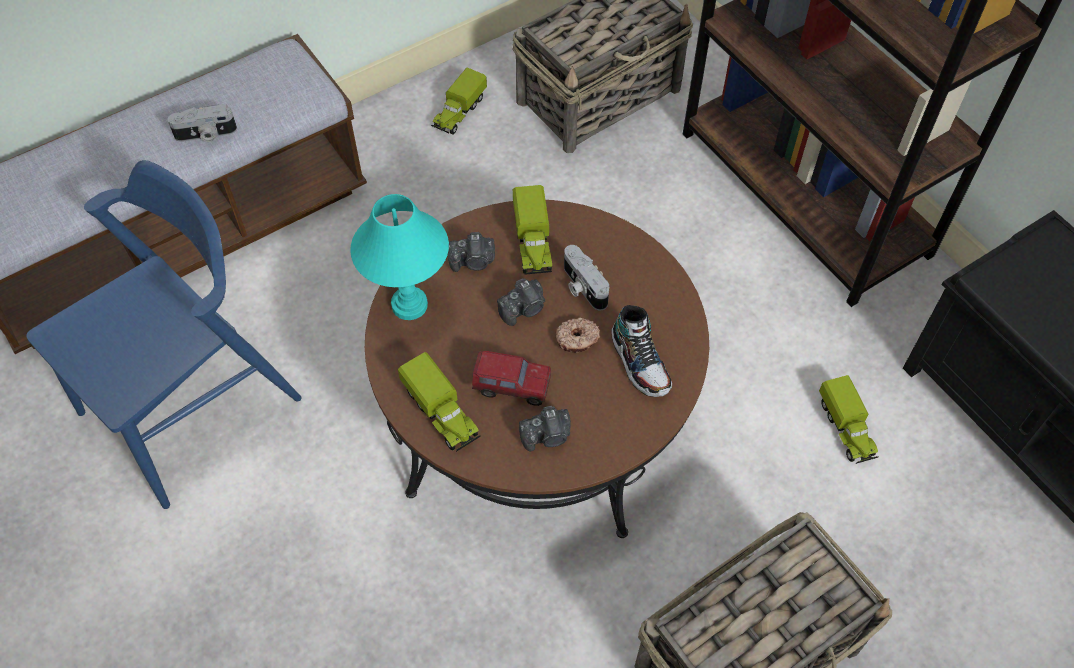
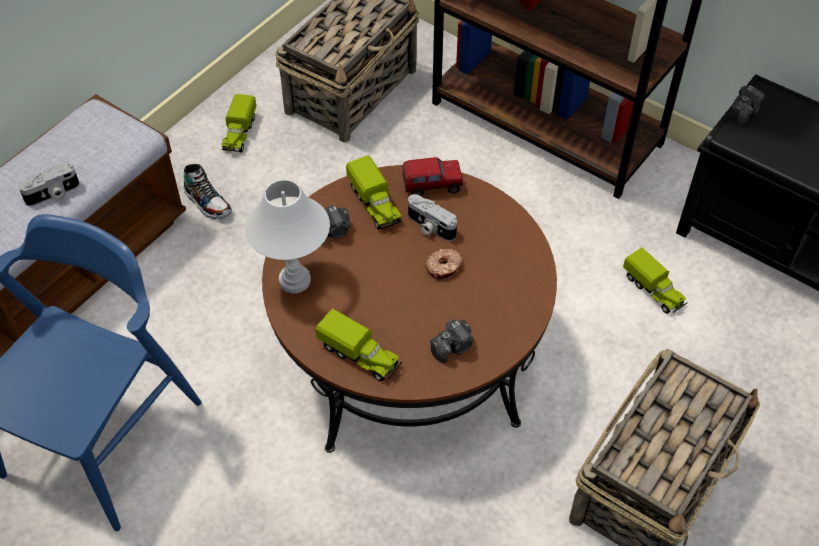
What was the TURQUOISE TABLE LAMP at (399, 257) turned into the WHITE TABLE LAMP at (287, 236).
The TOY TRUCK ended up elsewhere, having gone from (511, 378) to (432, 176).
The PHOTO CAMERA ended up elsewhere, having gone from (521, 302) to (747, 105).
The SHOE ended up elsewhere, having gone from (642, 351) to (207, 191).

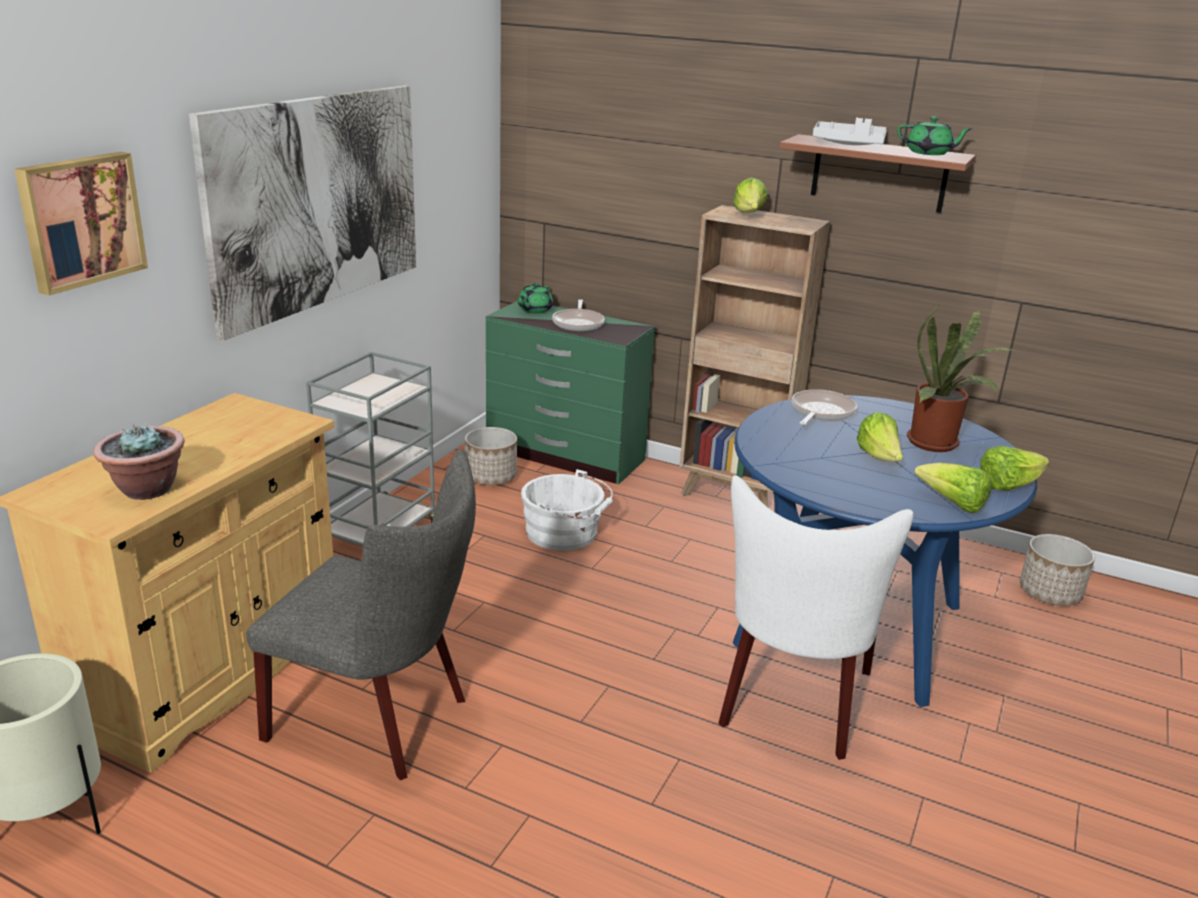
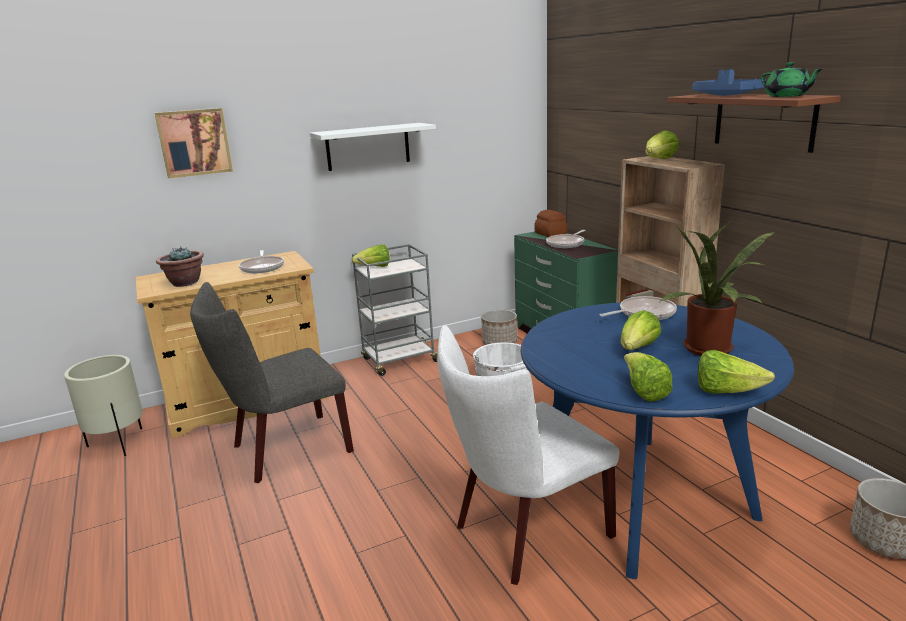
Where the PICTURE hung at (302, 213), the WHITE SHELF came to hang at (373, 147).
The GREY CHAIR at (361, 614) ended up facing another way, 90 degrees clockwise from before.
Where the GREEN TEAPOT stood at (535, 298), the BREAD came to stand at (550, 223).
What was the GREY TRAY at (850, 131) turned into the BLUE TRAY at (729, 82).
The second view gained the FRYING PAN at (261, 262).
The second view gained the LETTUCE at (371, 255).

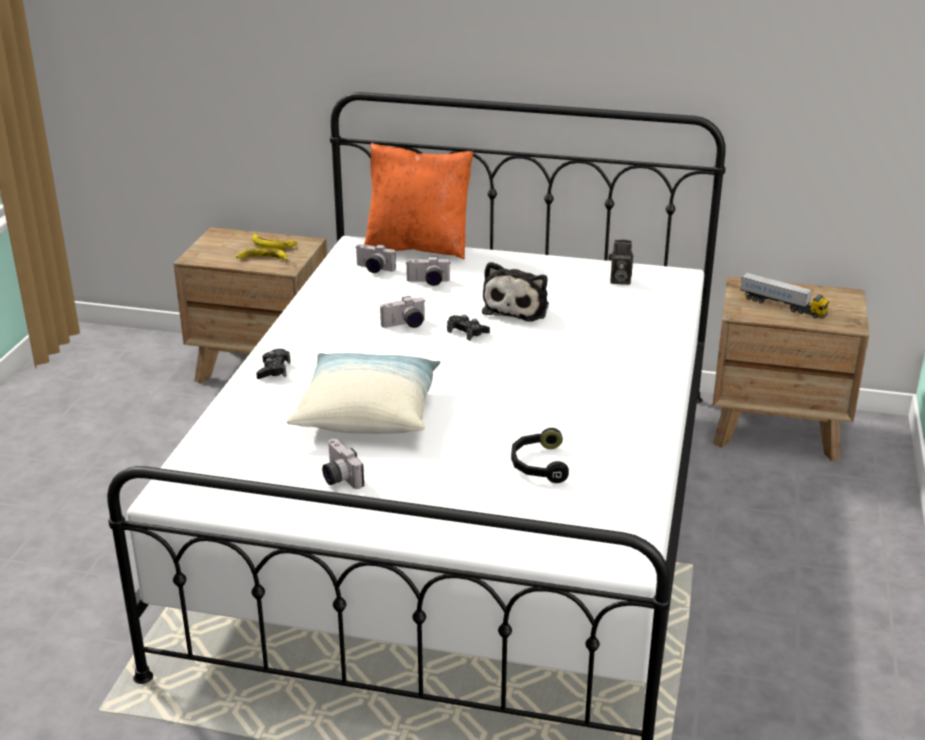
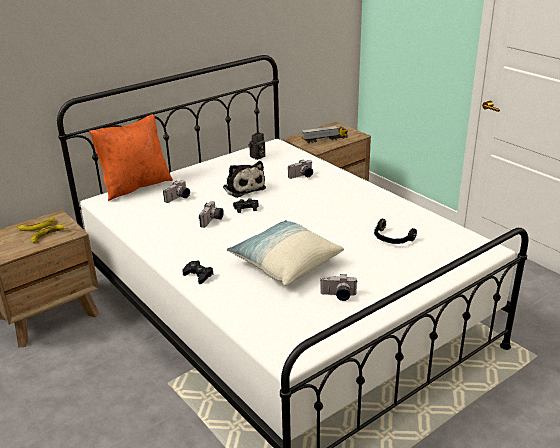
The PHOTO CAMERA ended up elsewhere, having gone from (376, 258) to (300, 169).

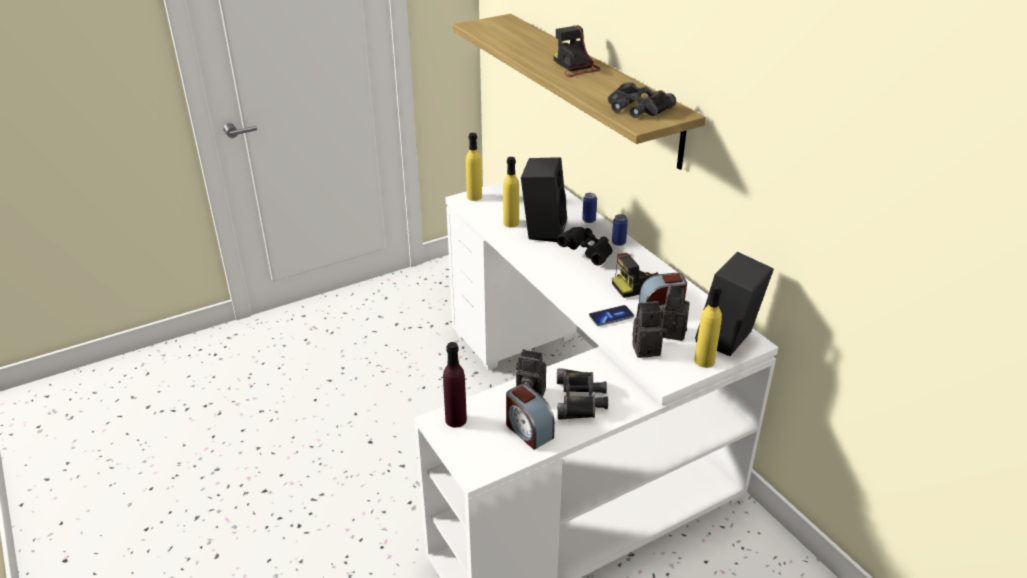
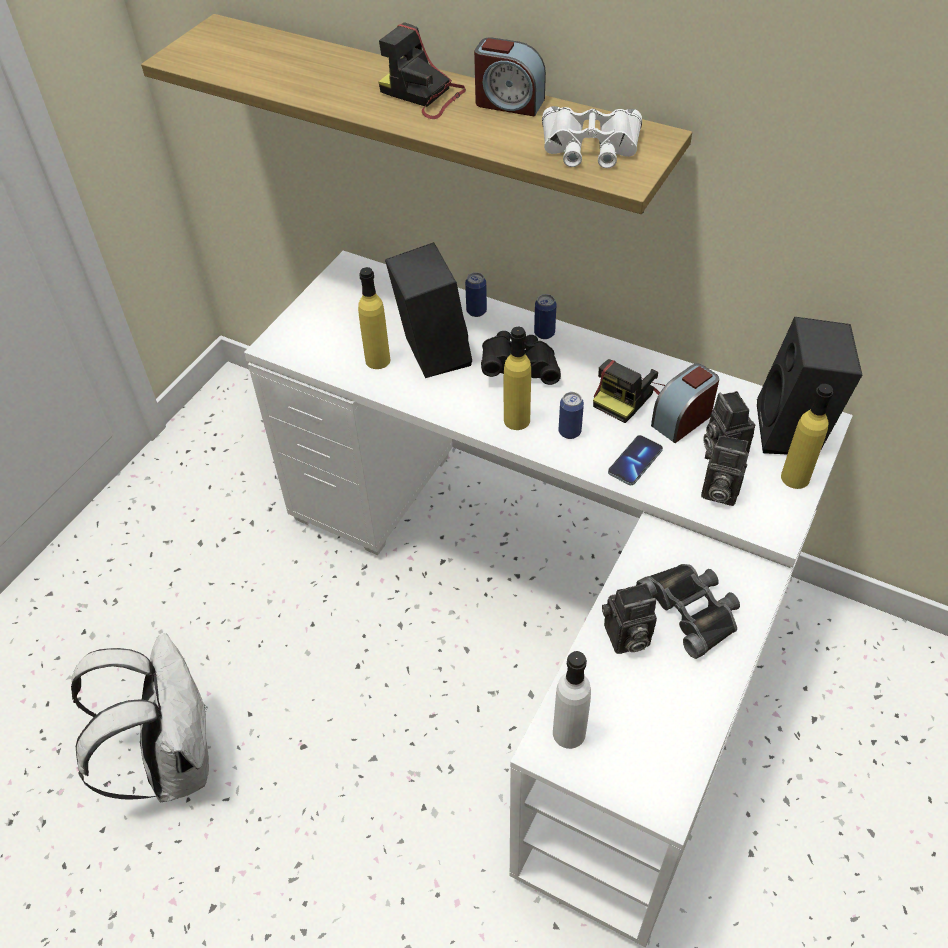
What was the PURPLE BOTTLE at (455, 384) turned into the WHITE BOTTLE at (572, 700).
The YELLOW BOTTLE ended up elsewhere, having gone from (474, 167) to (517, 378).
The ALARM CLOCK ended up elsewhere, having gone from (530, 417) to (510, 76).
What was the BLACK BINOCULARS at (642, 100) turned into the WHITE BINOCULARS at (592, 137).
The PHOTO CAMERA at (649, 329) ended up facing another way, 120 degrees counterclockwise from before.
The second view gained the WHITE BACKPACK at (140, 717).
The second view gained the CAN at (571, 415).

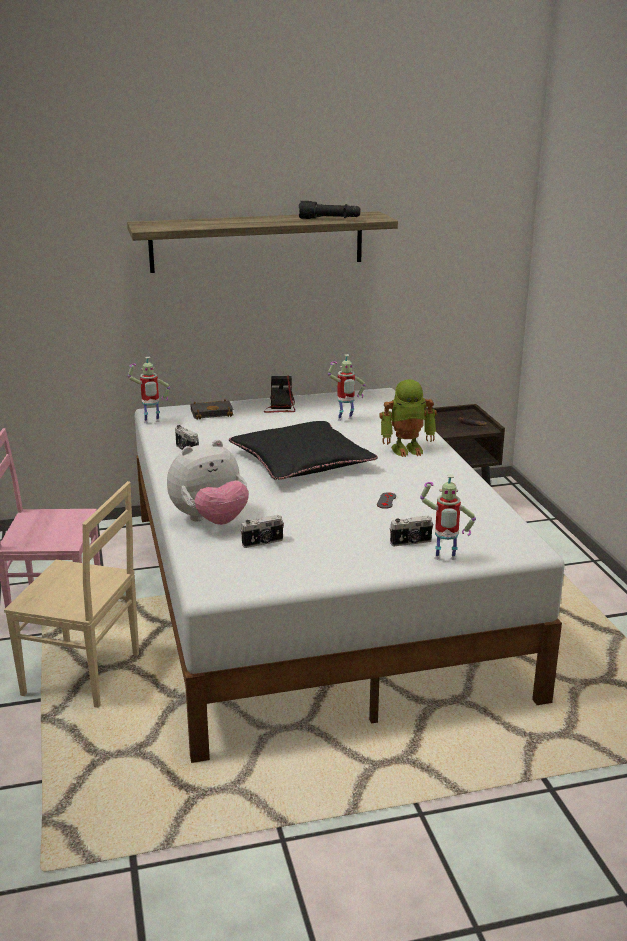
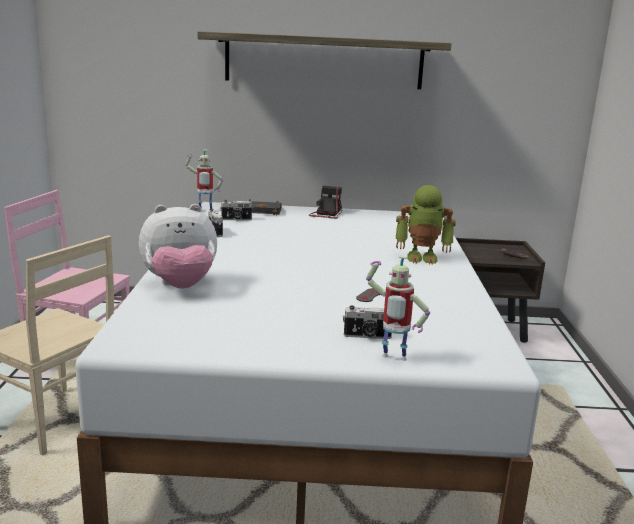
The second view lost the BLACK PILLOW at (303, 450).
The PHOTO CAMERA ended up elsewhere, having gone from (262, 531) to (236, 210).
The second view lost the BLACK FLASHLIGHT at (330, 210).
The second view lost the TOY ROBOT at (347, 387).

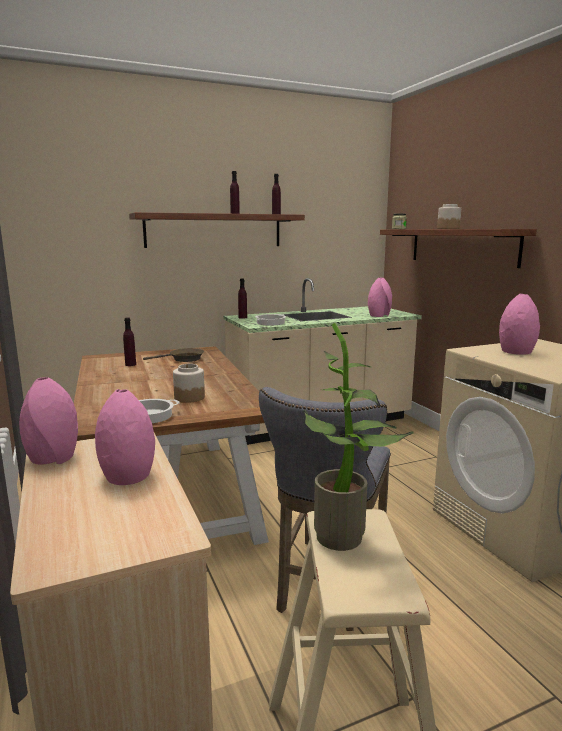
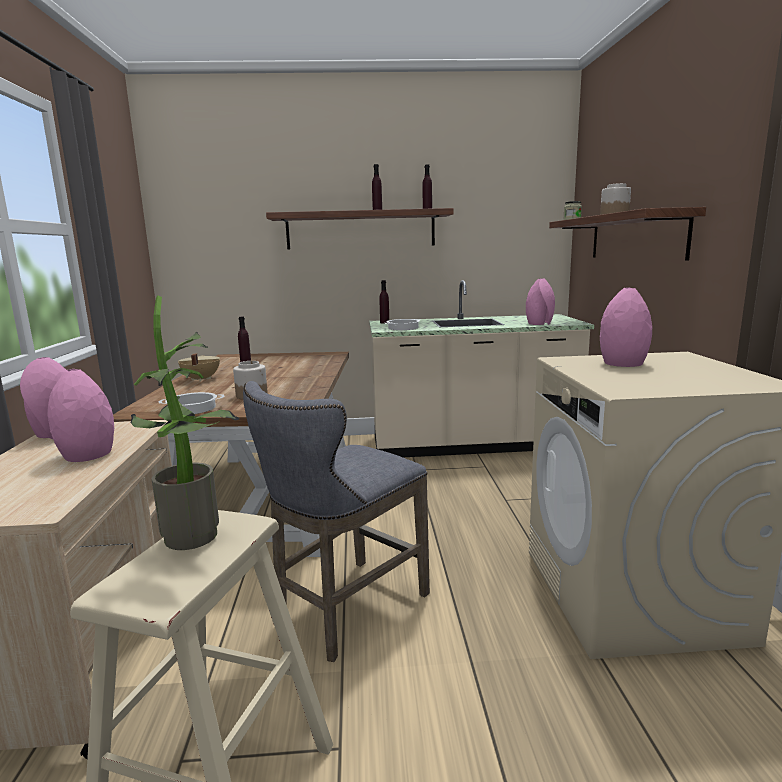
The second view lost the BROWN FRYING PAN at (173, 355).
The second view gained the BEIGE COOKING POT at (199, 367).

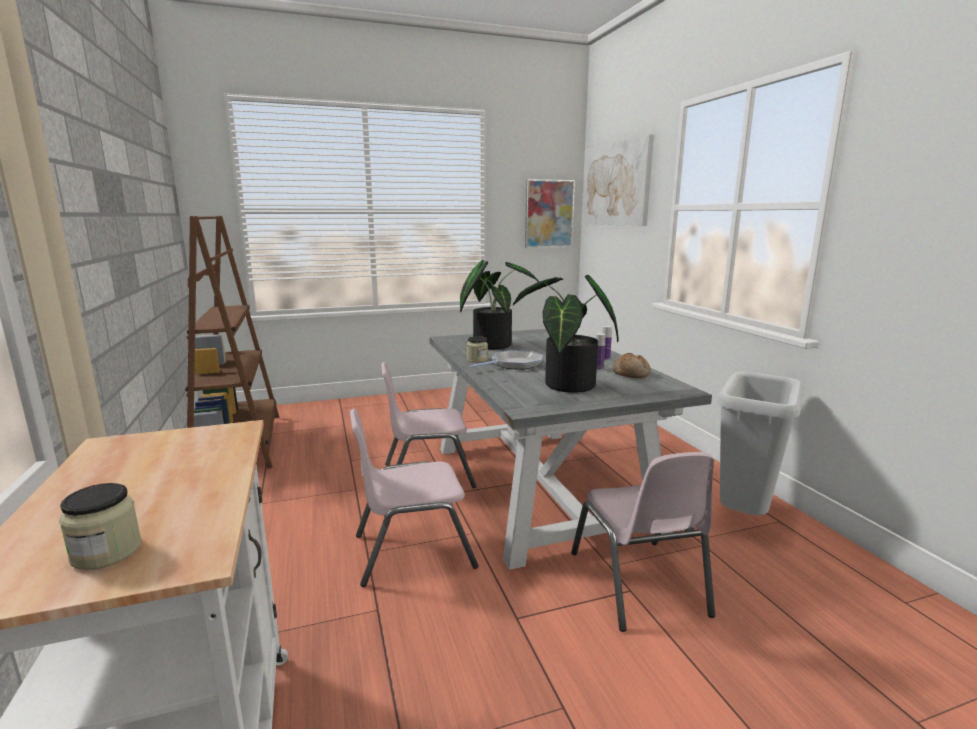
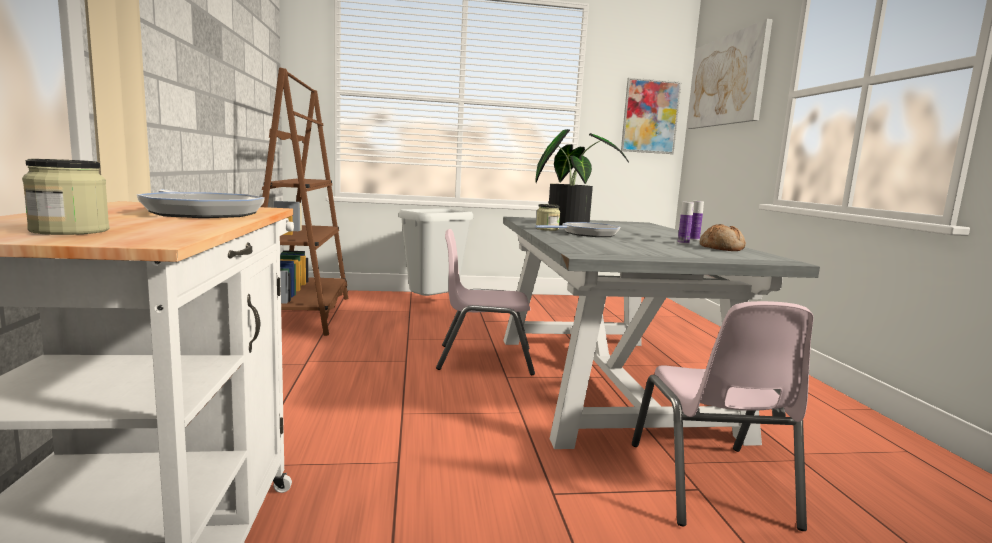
The second view lost the PINK CHAIR at (414, 498).
The second view lost the POTTED PLANT at (566, 334).
The GREY TRASH CAN ended up elsewhere, having gone from (760, 443) to (436, 252).
The second view gained the FRYING PAN at (200, 203).

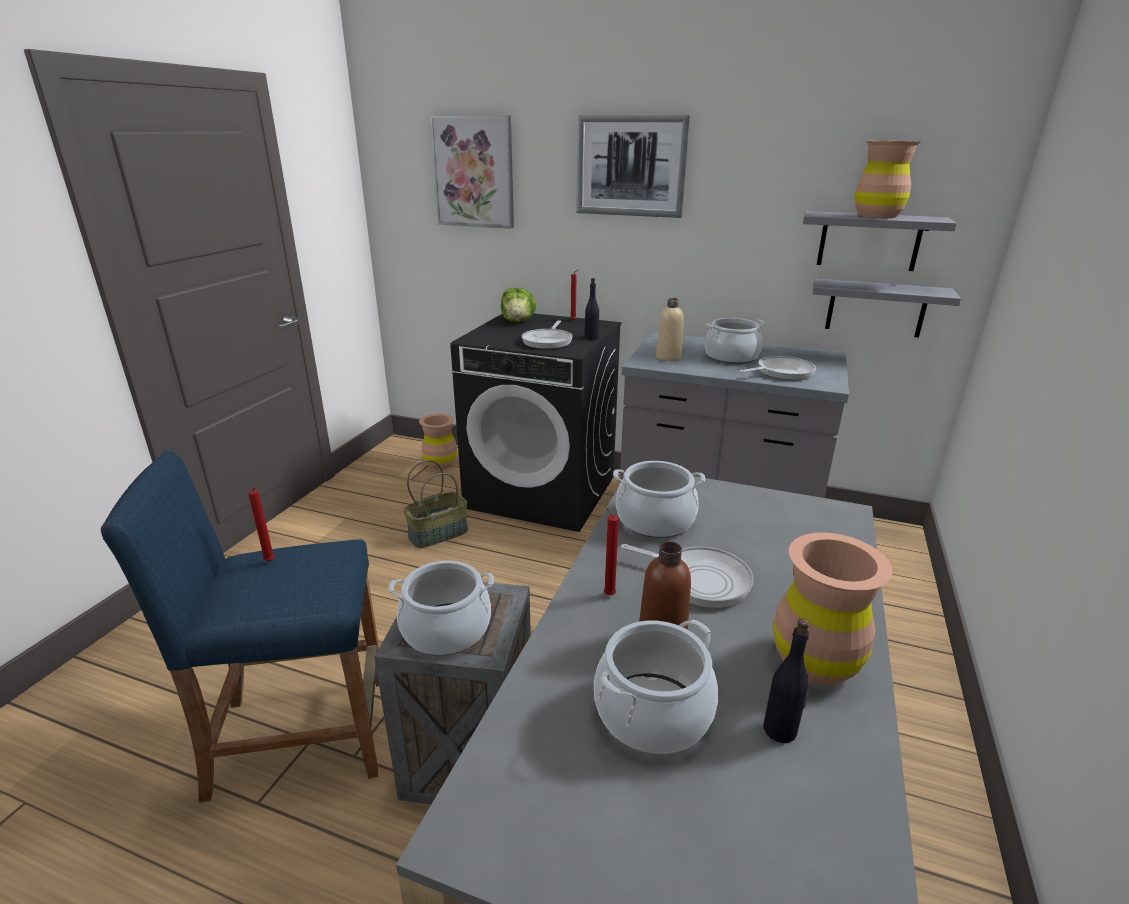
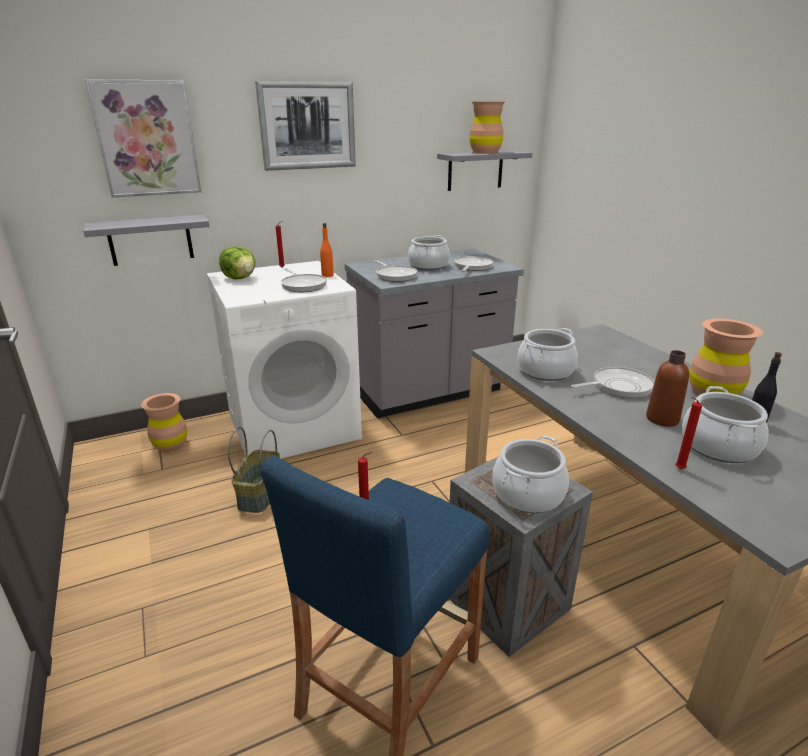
What was the BLACK WASHING MACHINE at (536, 422) turned into the WHITE WASHING MACHINE at (284, 360).
What was the BLACK BOTTLE at (592, 309) turned into the ORANGE BOTTLE at (327, 250).
The RED CANDLE ended up elsewhere, having gone from (611, 550) to (688, 433).
Where the BEIGE BOTTLE stood at (670, 329), the FRYING PAN came to stand at (396, 271).
The GREY SHELF ended up elsewhere, having gone from (886, 308) to (146, 240).

